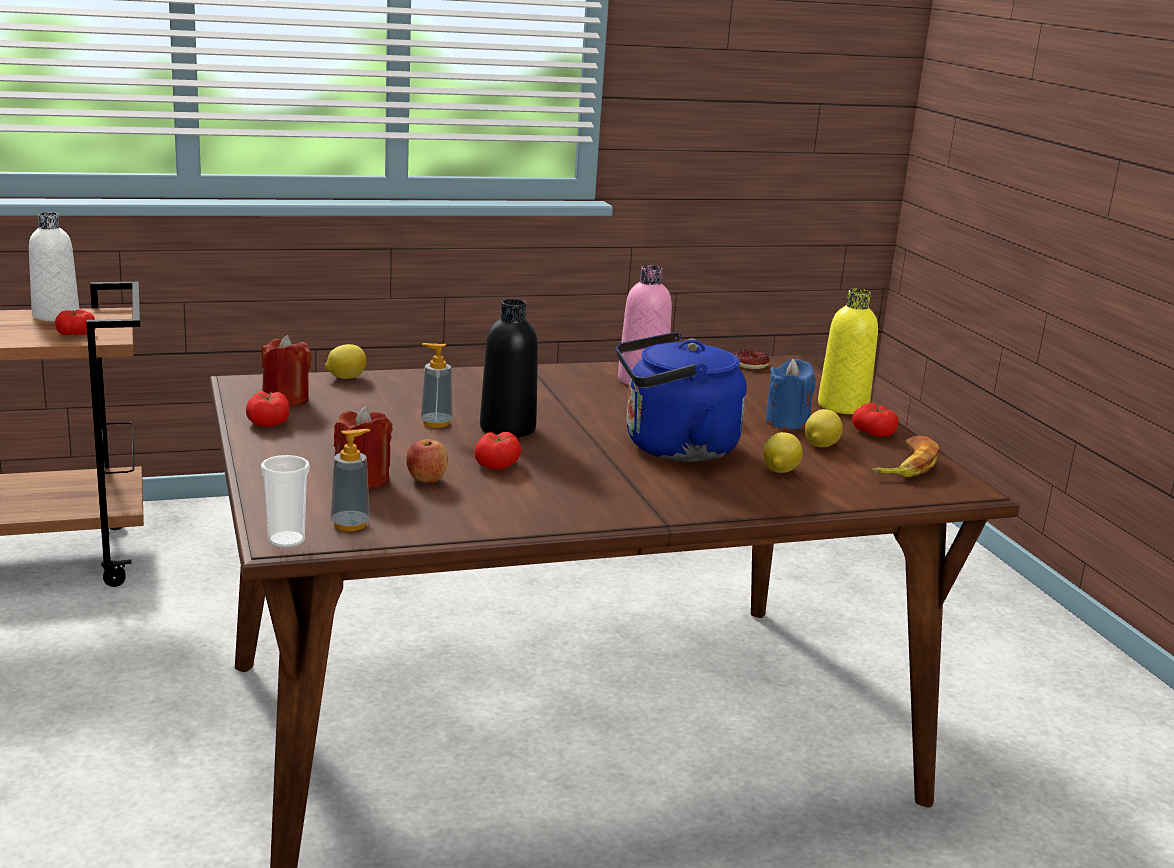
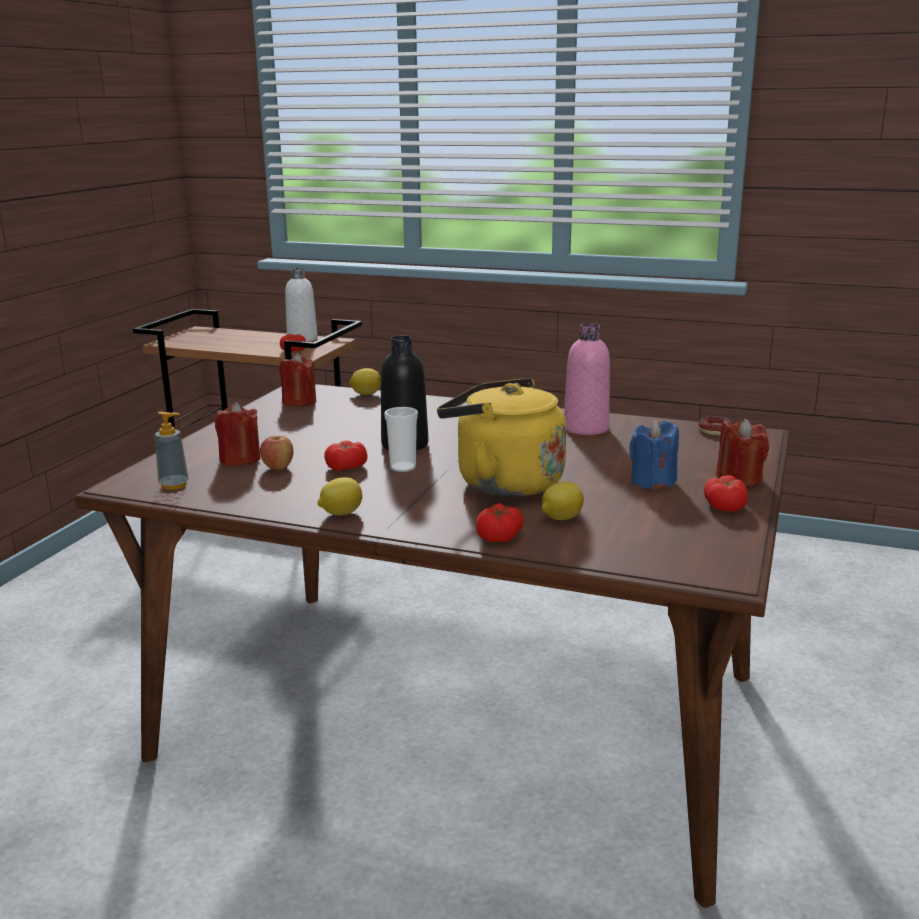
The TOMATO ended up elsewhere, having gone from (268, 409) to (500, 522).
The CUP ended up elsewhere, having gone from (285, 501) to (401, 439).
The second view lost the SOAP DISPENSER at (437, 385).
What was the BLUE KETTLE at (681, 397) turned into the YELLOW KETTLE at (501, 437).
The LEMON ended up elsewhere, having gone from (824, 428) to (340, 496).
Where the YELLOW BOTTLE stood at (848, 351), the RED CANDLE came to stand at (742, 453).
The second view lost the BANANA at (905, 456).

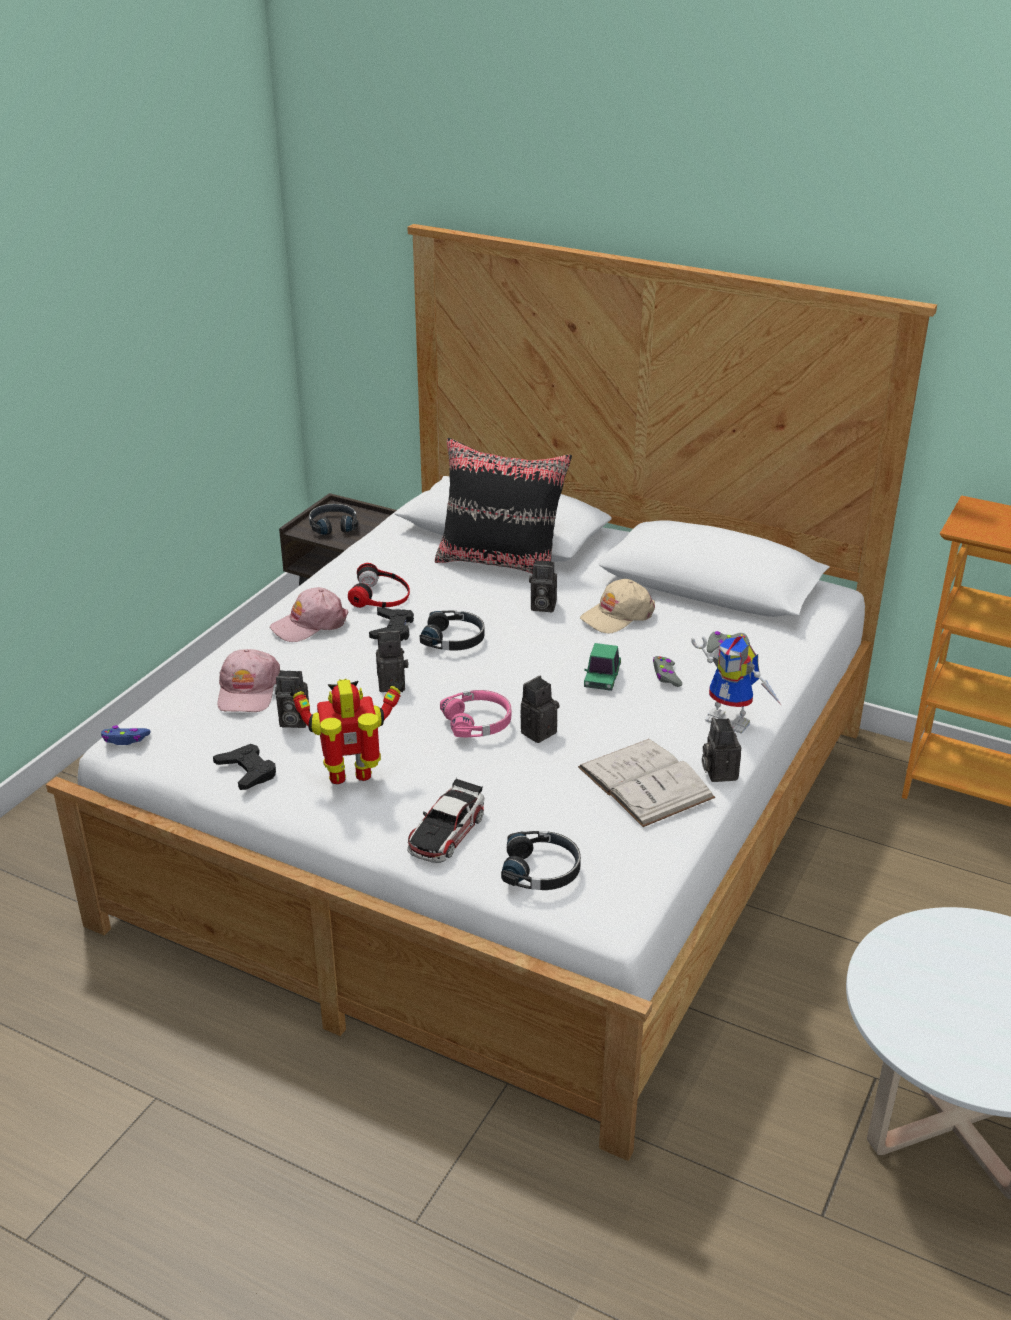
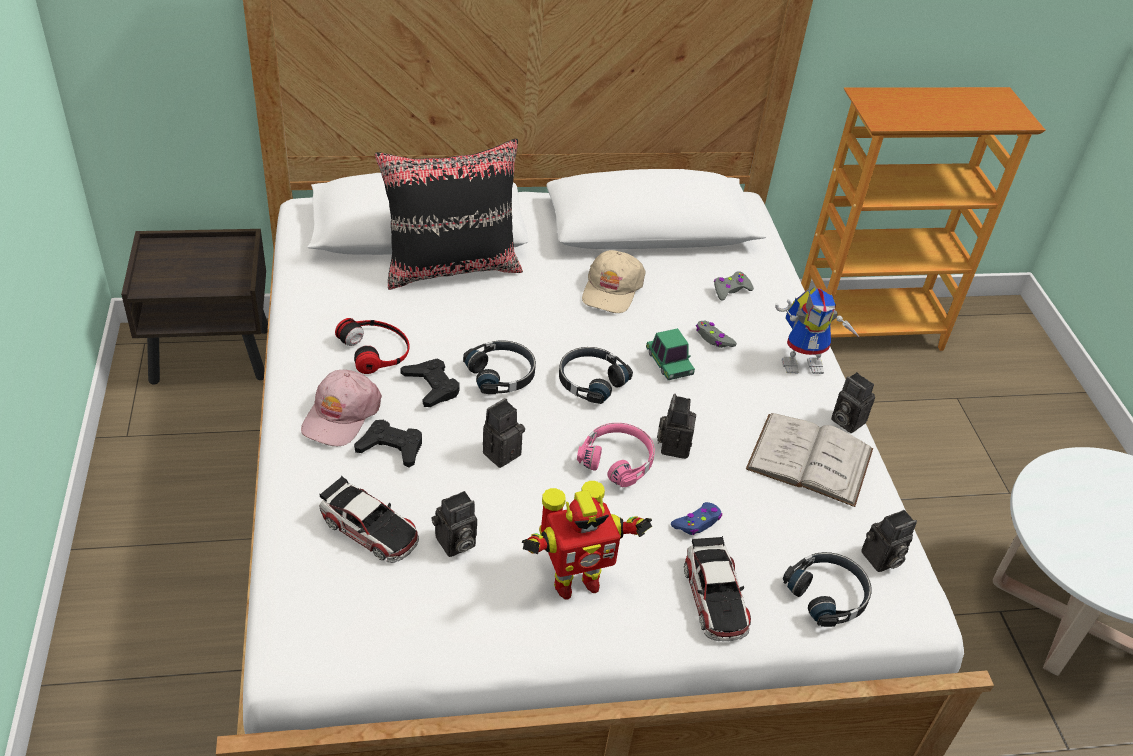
The BLUE GAME CONTROLLER ended up elsewhere, having gone from (126, 735) to (696, 518).
The BLACK GAME CONTROLLER ended up elsewhere, having gone from (244, 767) to (388, 444).
Where the PINK CAP stood at (248, 680), the TOY CAR came to stand at (369, 519).
The TOY ROBOT at (347, 731) ended up facing another way, 150 degrees counterclockwise from before.
The BLACK HEADPHONES ended up elsewhere, having gone from (334, 519) to (596, 375).
The PHOTO CAMERA ended up elsewhere, having gone from (543, 586) to (889, 541).

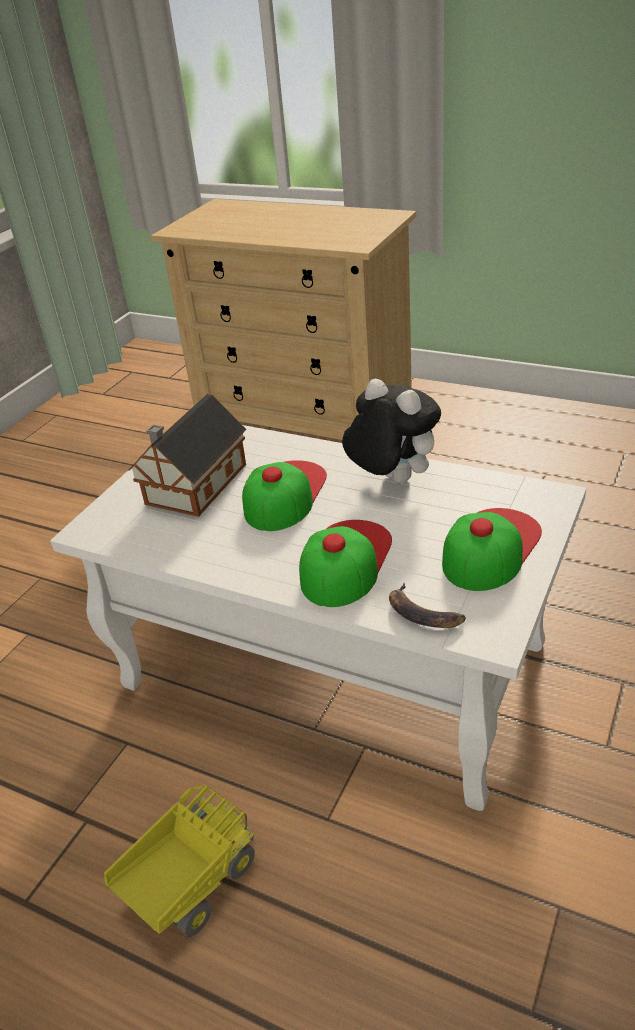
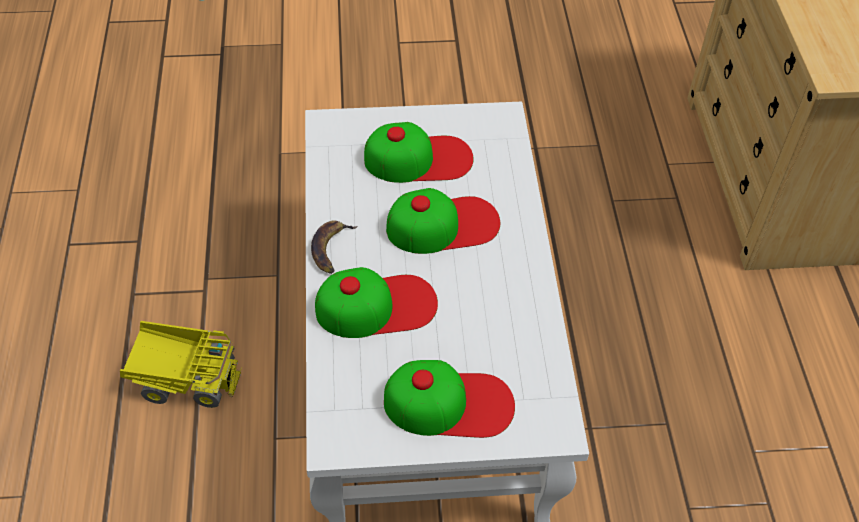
Where the TOY HOUSE stood at (187, 455), the CAP came to stand at (419, 152).
The second view lost the PLUSH TOY at (391, 431).
The BANANA ended up elsewhere, having gone from (427, 605) to (334, 247).

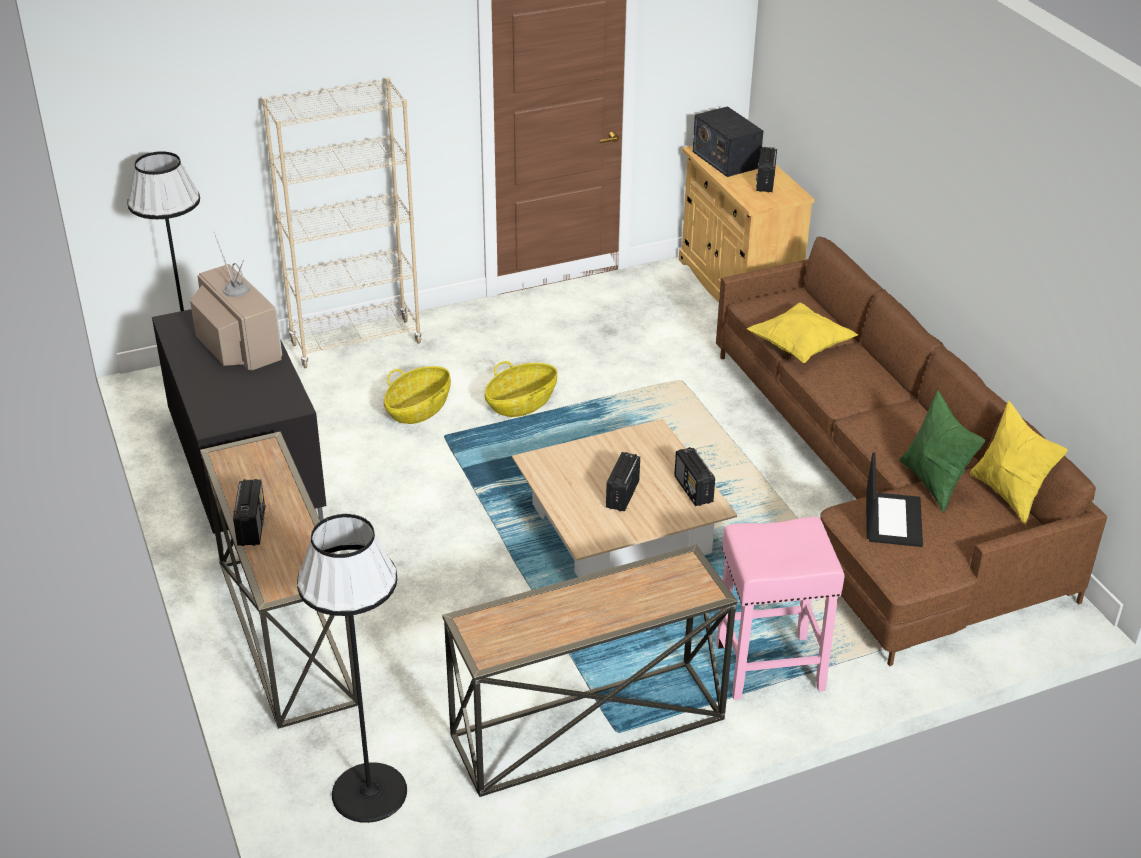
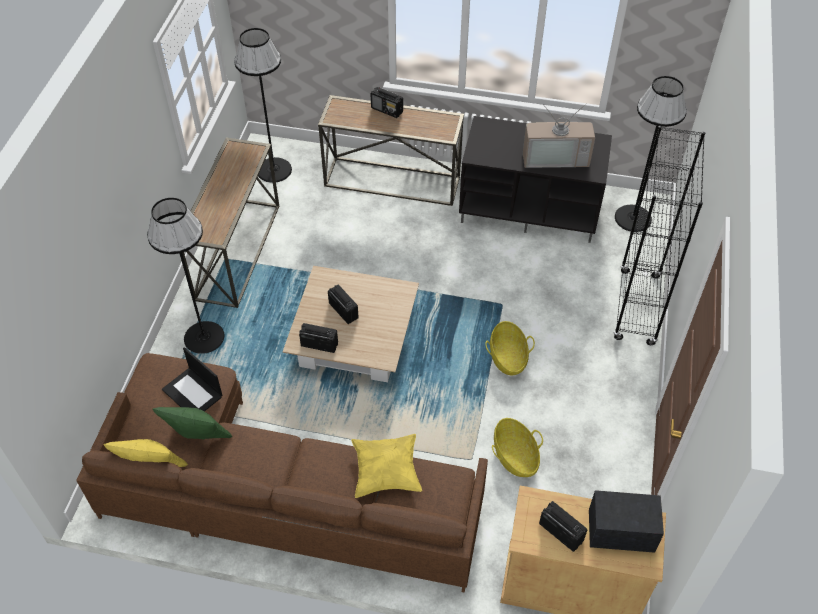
What was the BEIGE BOOKCASE at (342, 223) turned into the BLACK BOOKCASE at (659, 235).
The BASKET ended up elsewhere, having gone from (417, 395) to (517, 447).
Where the PINK STOOL stood at (780, 608), the BLACK FLOOR LAMP came to stand at (185, 276).

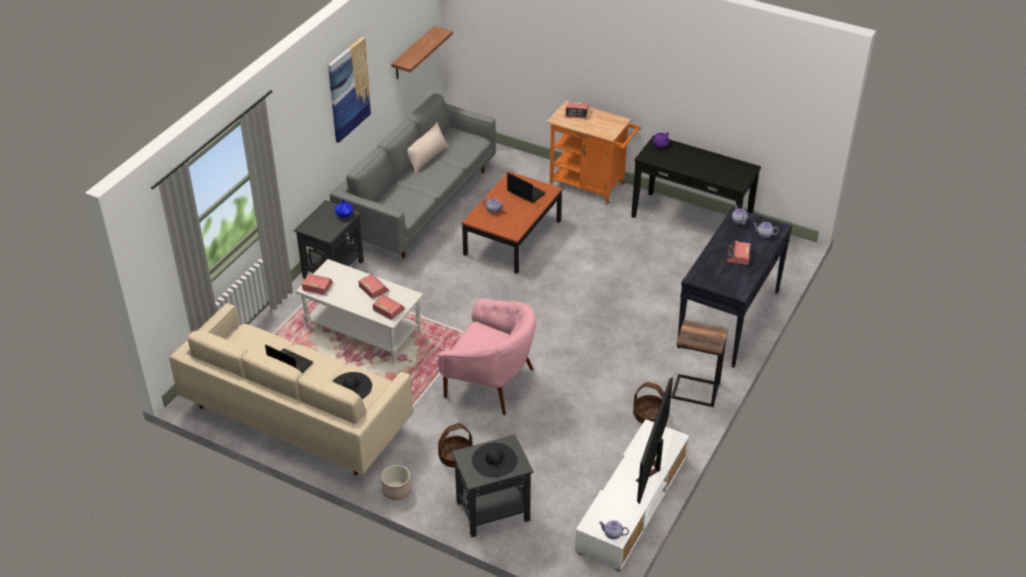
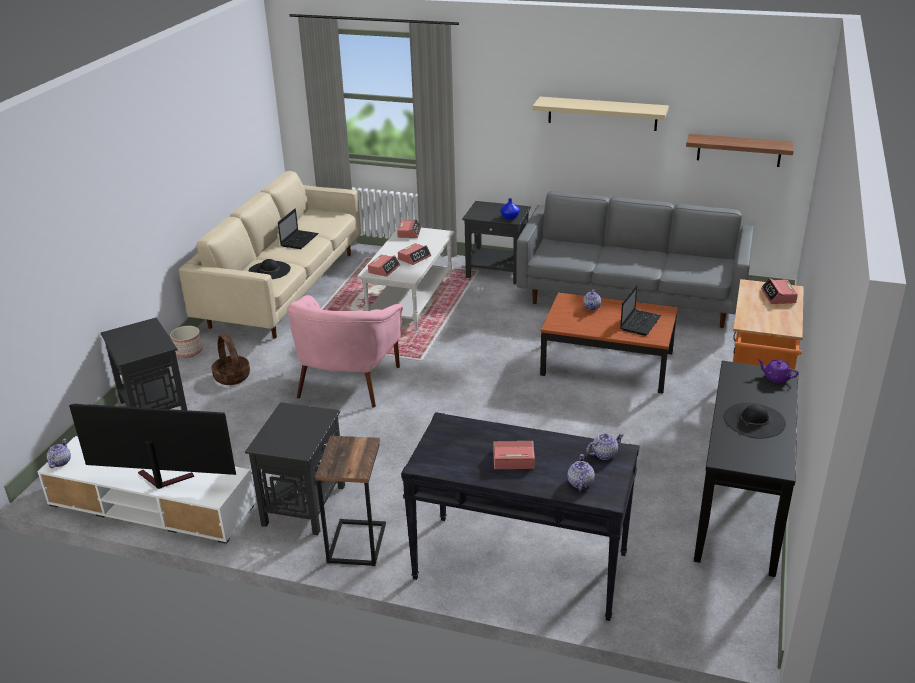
Where the PICTURE hung at (350, 90), the BEIGE SHELF came to hang at (600, 114).
The second view lost the BEIGE PILLOW at (428, 148).
The BLACK HAT ended up elsewhere, having gone from (494, 460) to (755, 421).
Where the BASKET stood at (648, 403), the BLACK SIDE TABLE came to stand at (295, 468).

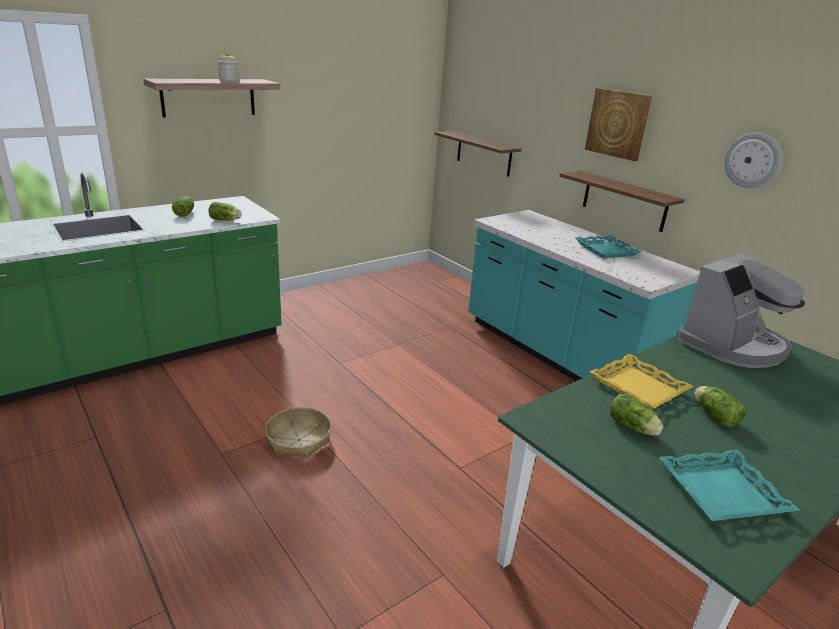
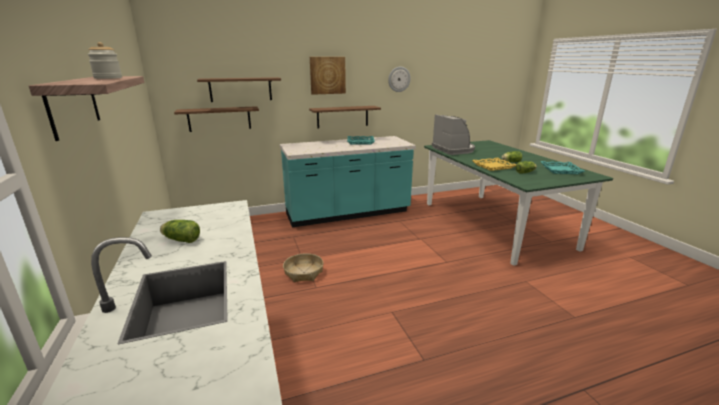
The second view lost the LETTUCE at (225, 211).
The BASKET ended up elsewhere, having gone from (298, 432) to (303, 267).
The second view gained the BROWN SHELF at (239, 89).

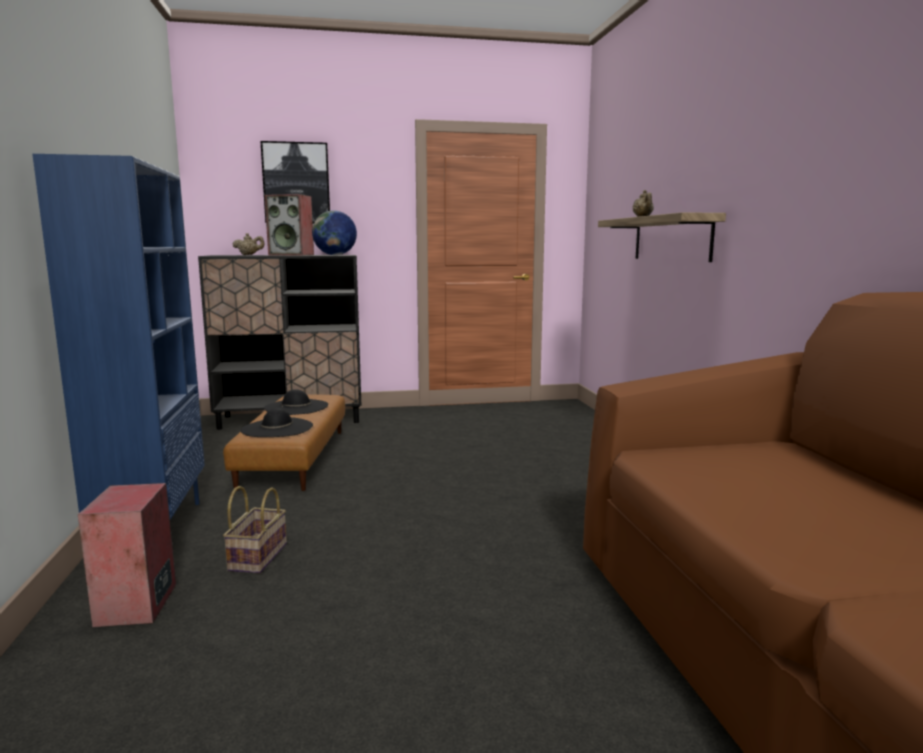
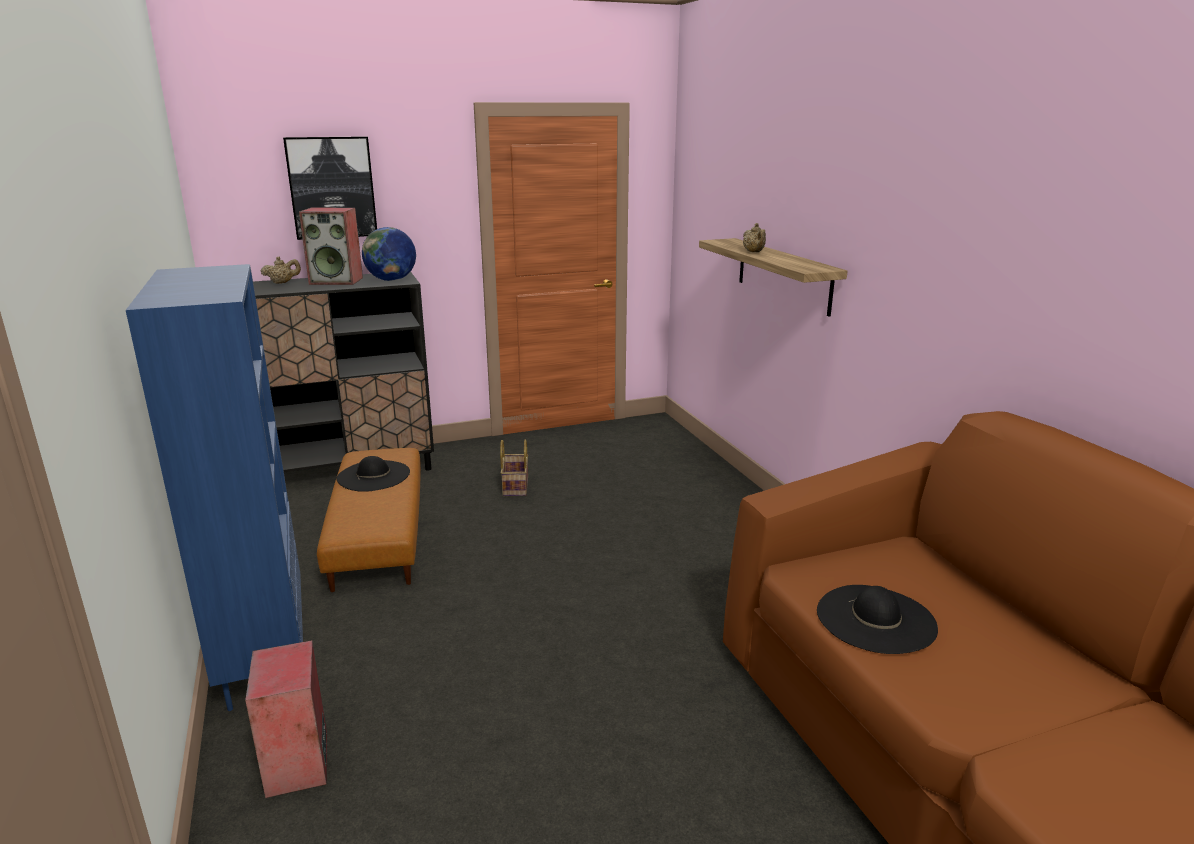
The BASKET ended up elsewhere, having gone from (255, 530) to (514, 467).
The BLACK HAT ended up elsewhere, having gone from (277, 422) to (877, 619).

